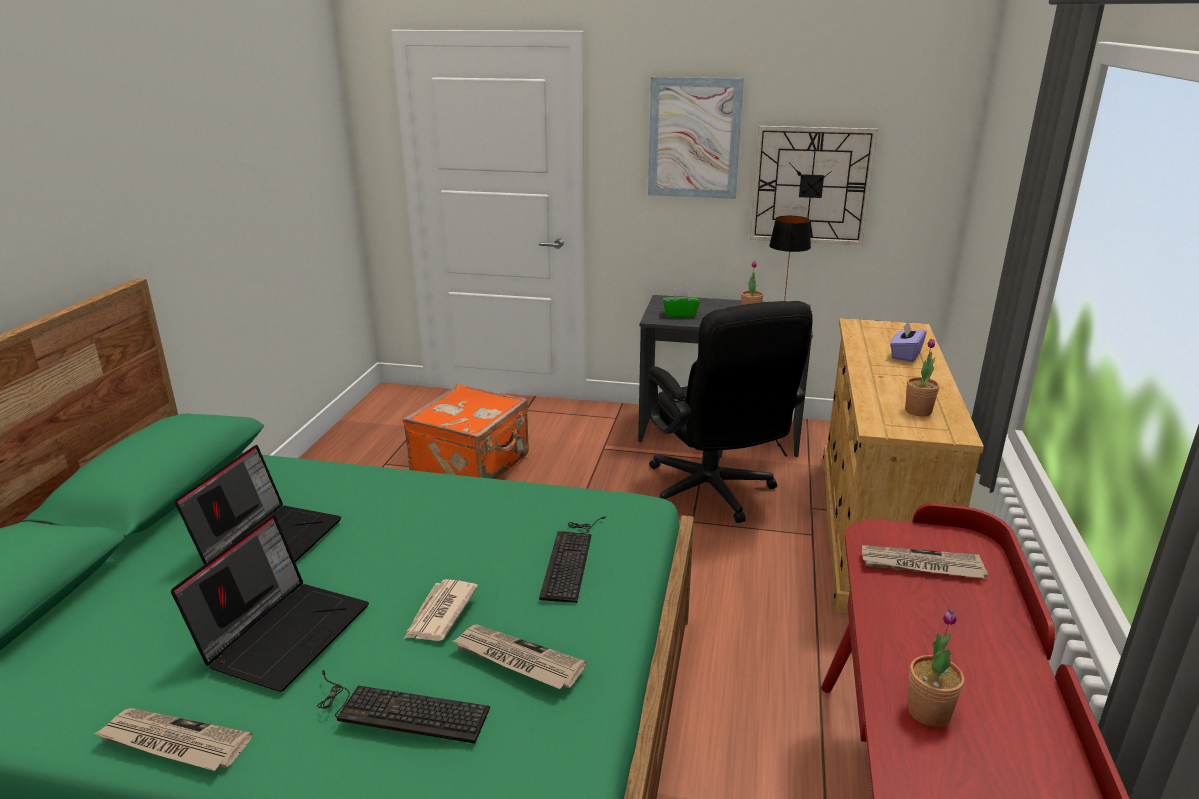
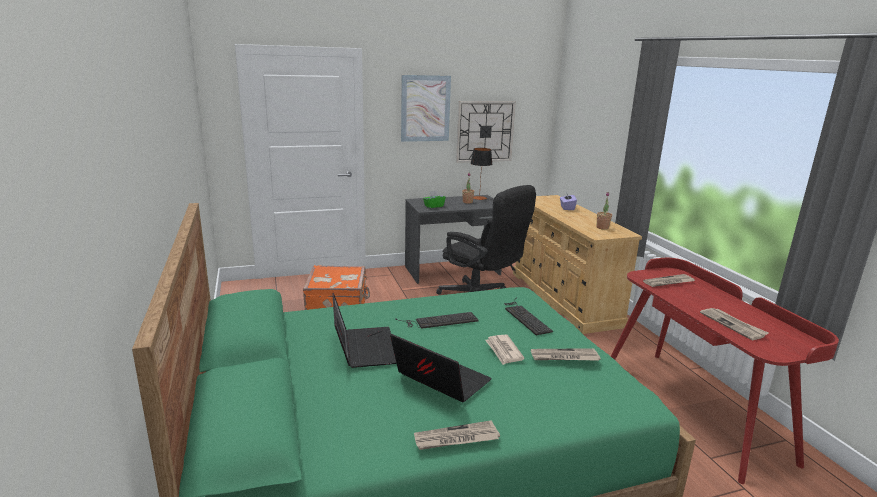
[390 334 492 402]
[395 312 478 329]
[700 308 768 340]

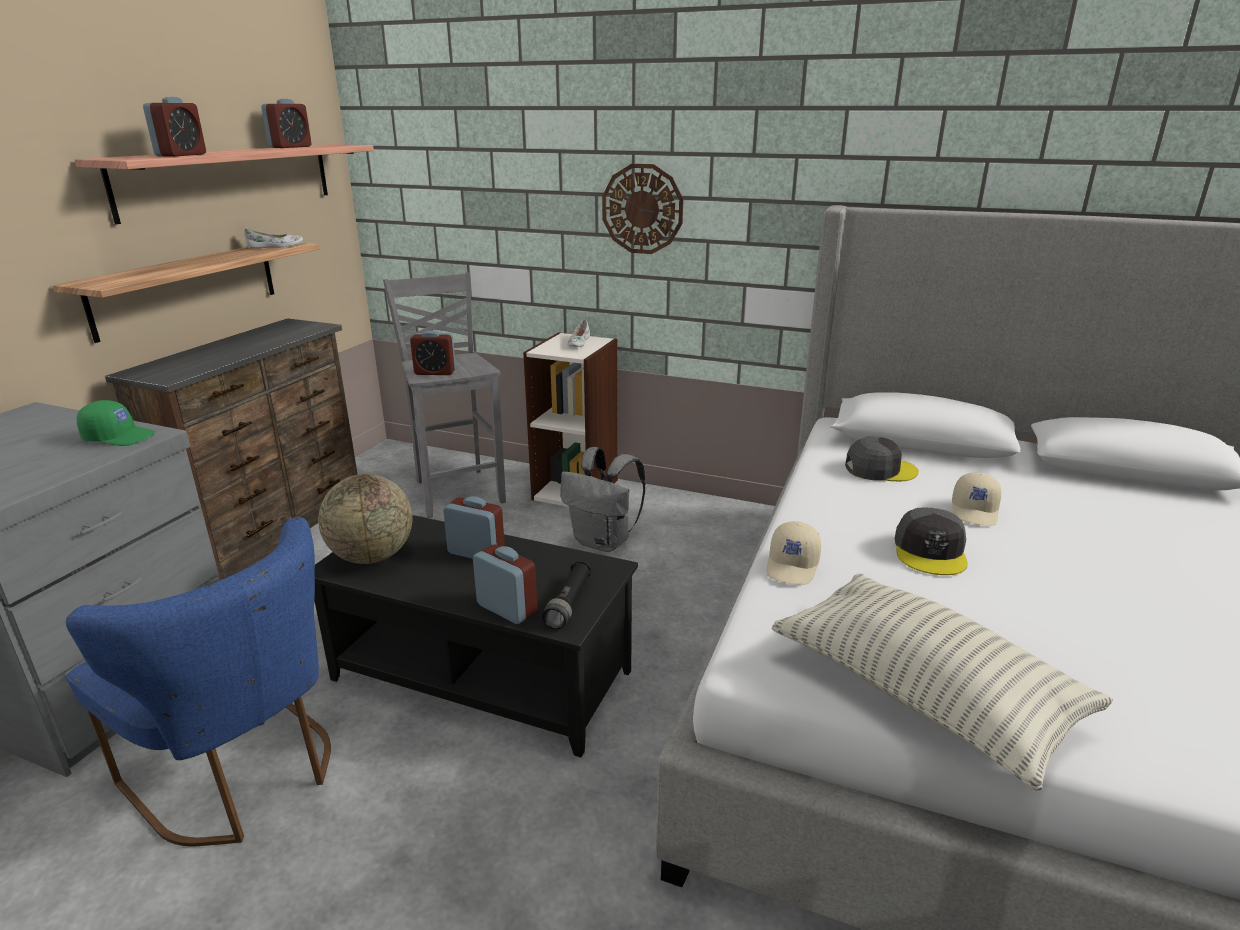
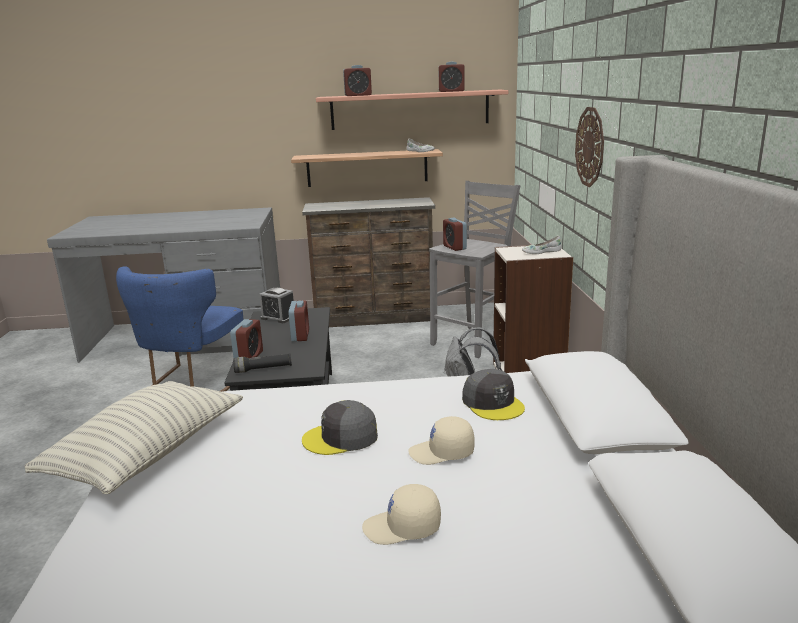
[77 400 156 446] (first image)
[259 288 294 323]
[362 484 441 545]

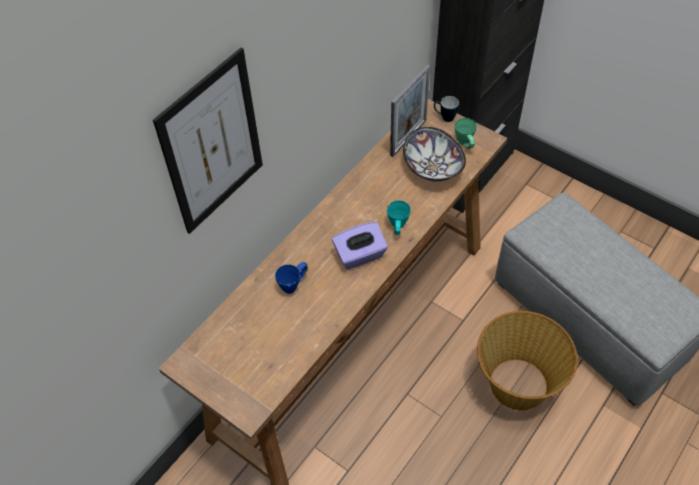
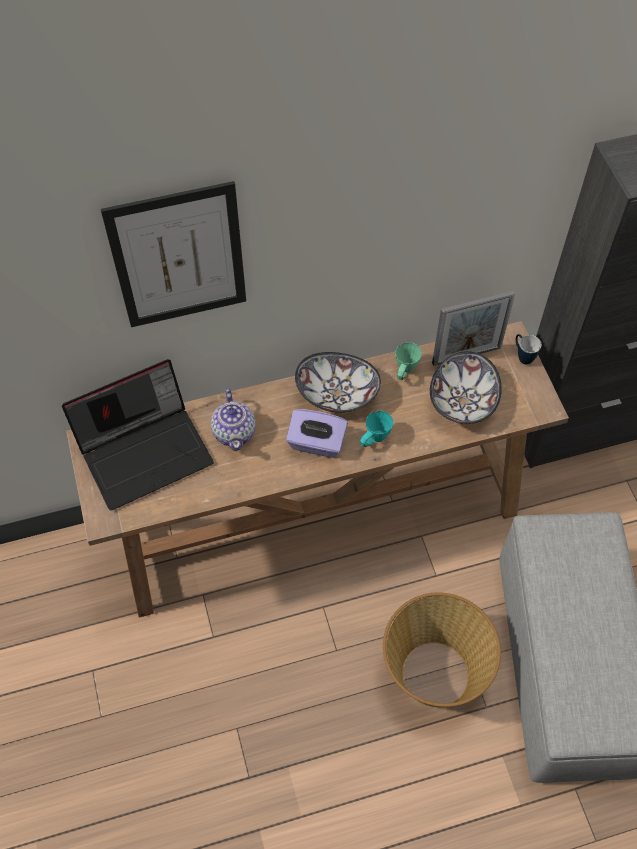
[211 389 256 451]
[395 342 422 380]
[62 359 214 510]
[295 352 381 413]

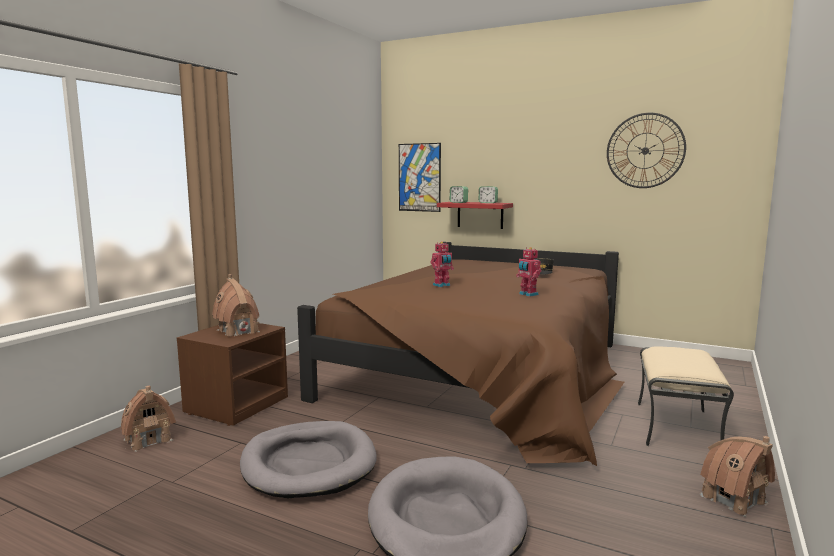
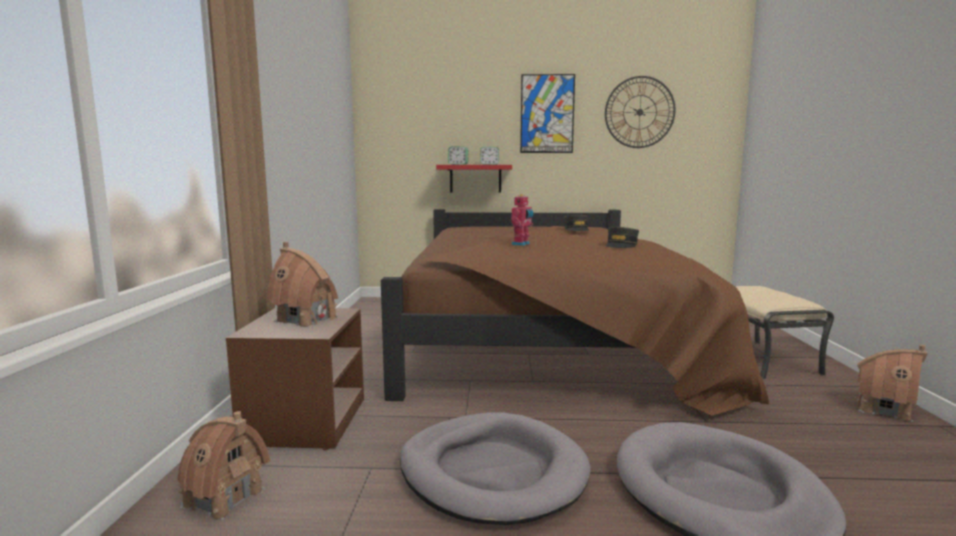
[520 74 575 153]
[606 227 639 248]

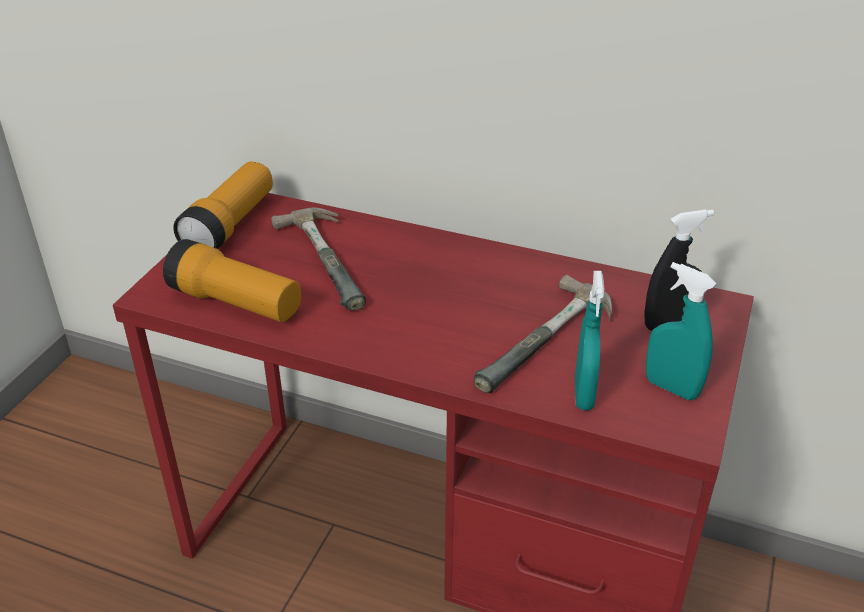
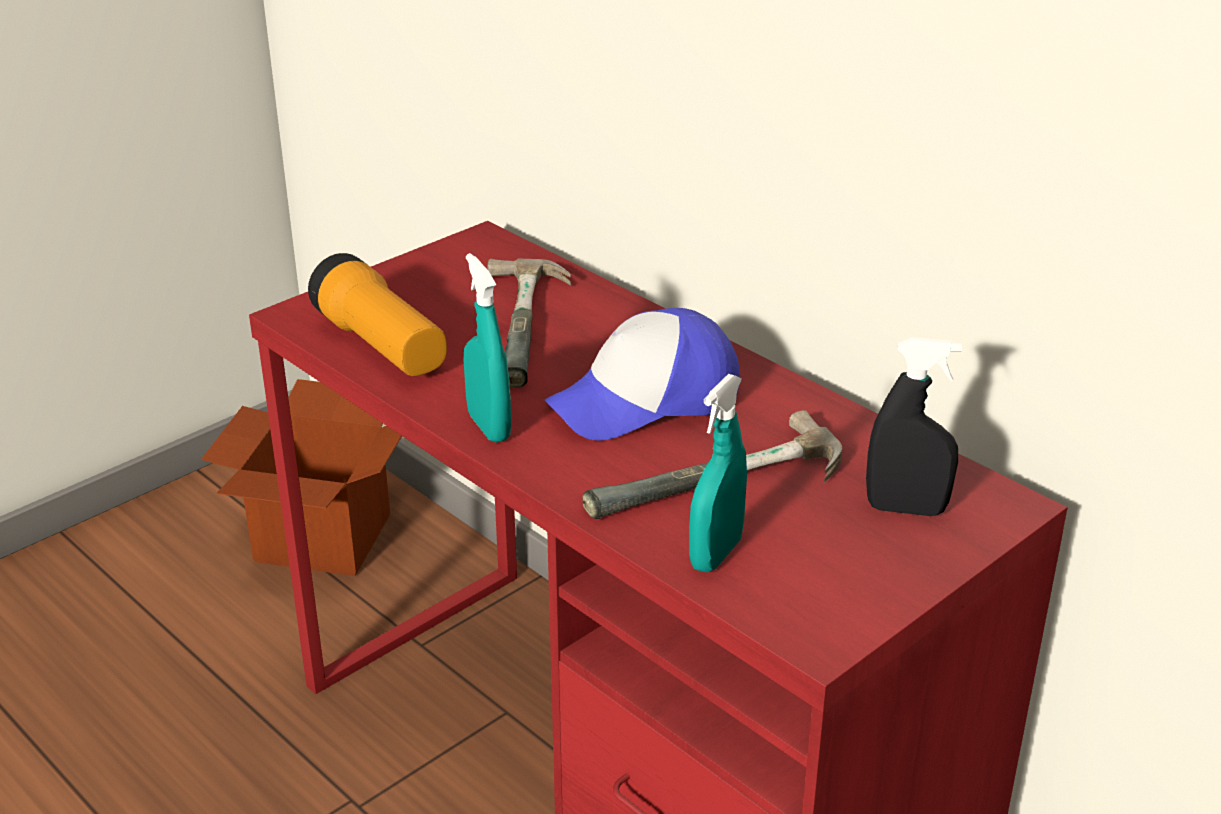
[173 162 273 249] (first image)
[464 253 511 443]
[201 379 402 576]
[545 308 740 441]

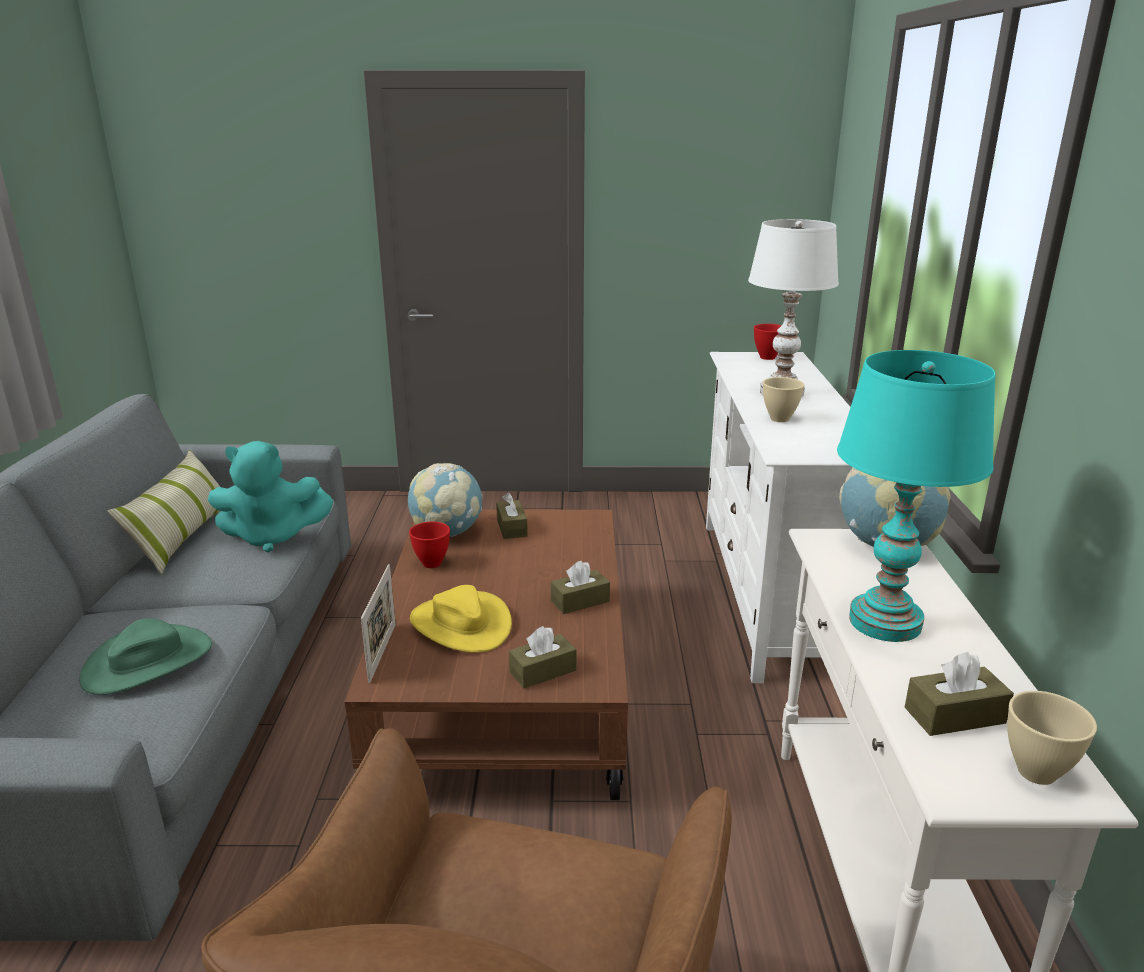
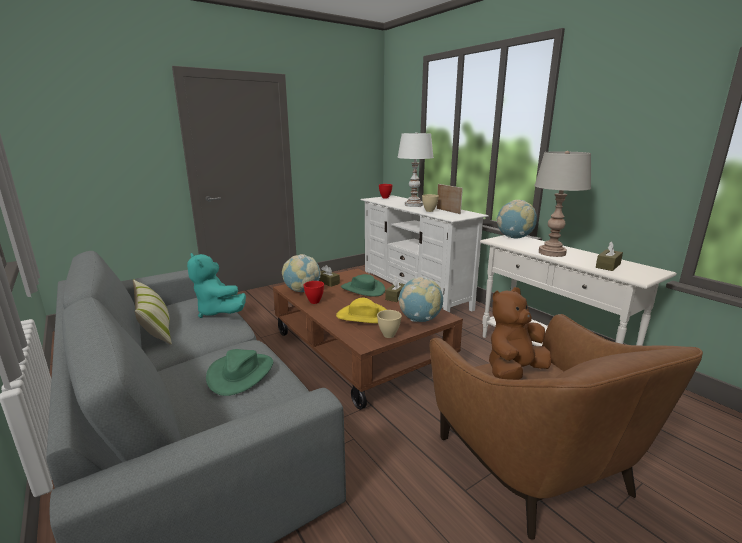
[187 253 246 318]
[437 184 463 214]
[398 277 443 322]
[534 151 591 257]
[377 310 402 338]
[341 274 385 297]
[489 287 551 380]

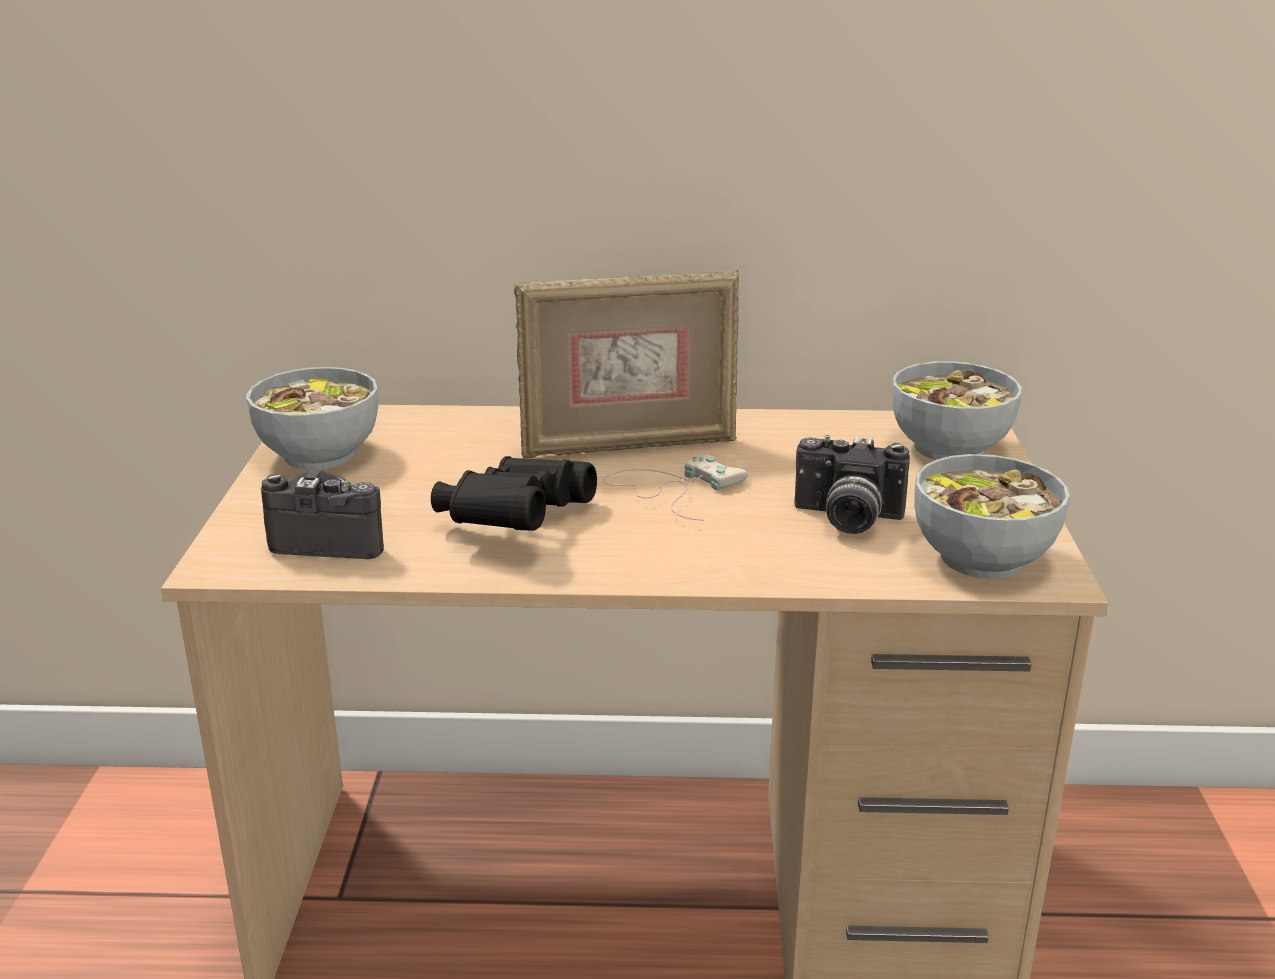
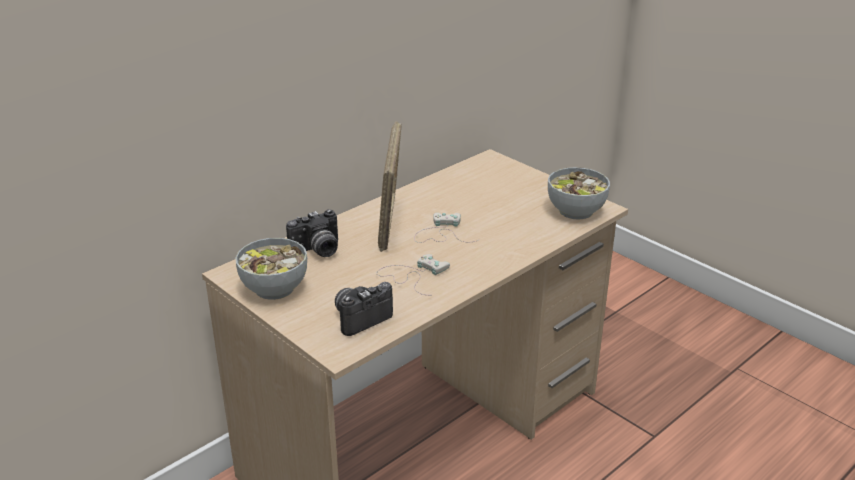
[376 254 450 295]
[378 121 402 252]
[286 209 338 257]
[892 361 1022 460] (first image)

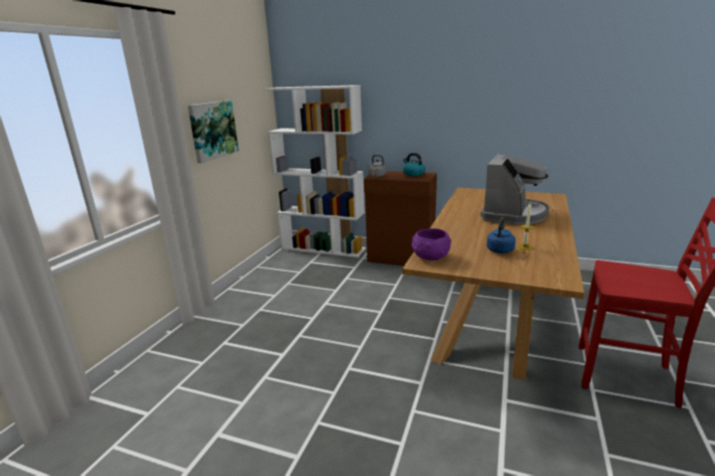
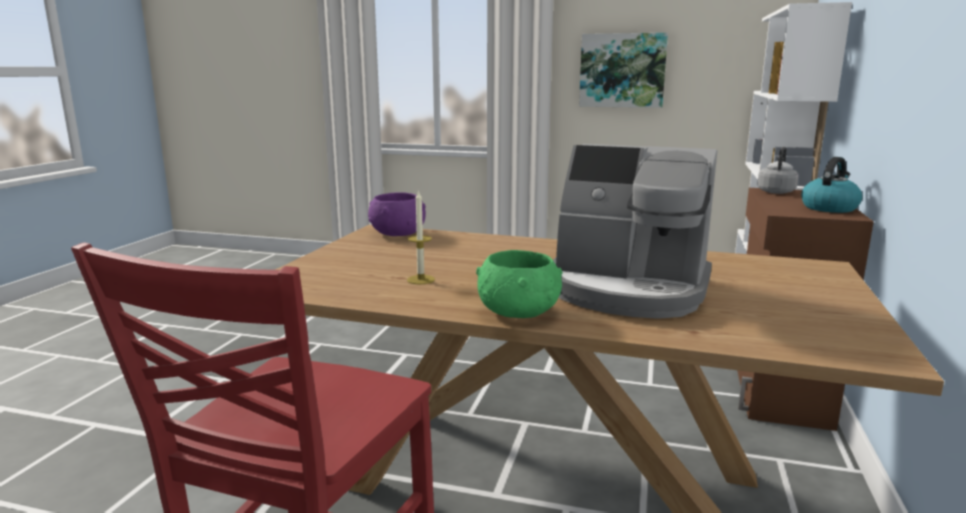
[487 217 516 254] (first image)
[476 250 562 318]

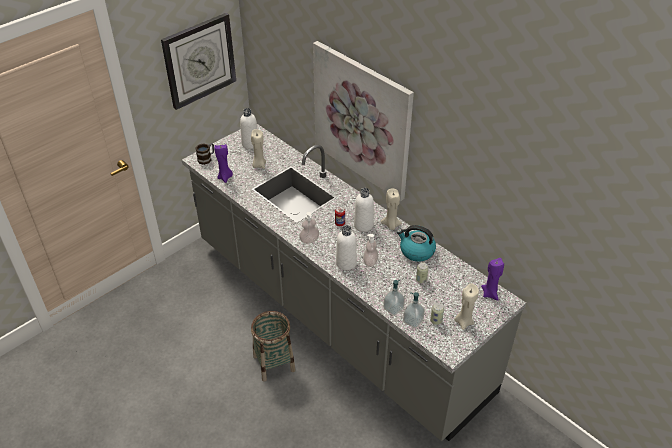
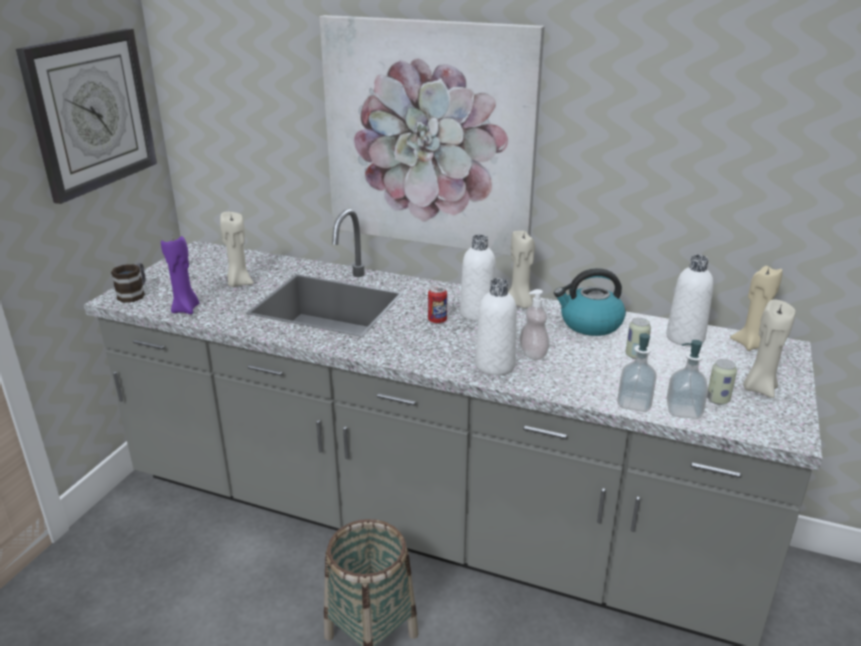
[666 255 714 347]
[299 212 319 244] (first image)
[730 266 783 351]

